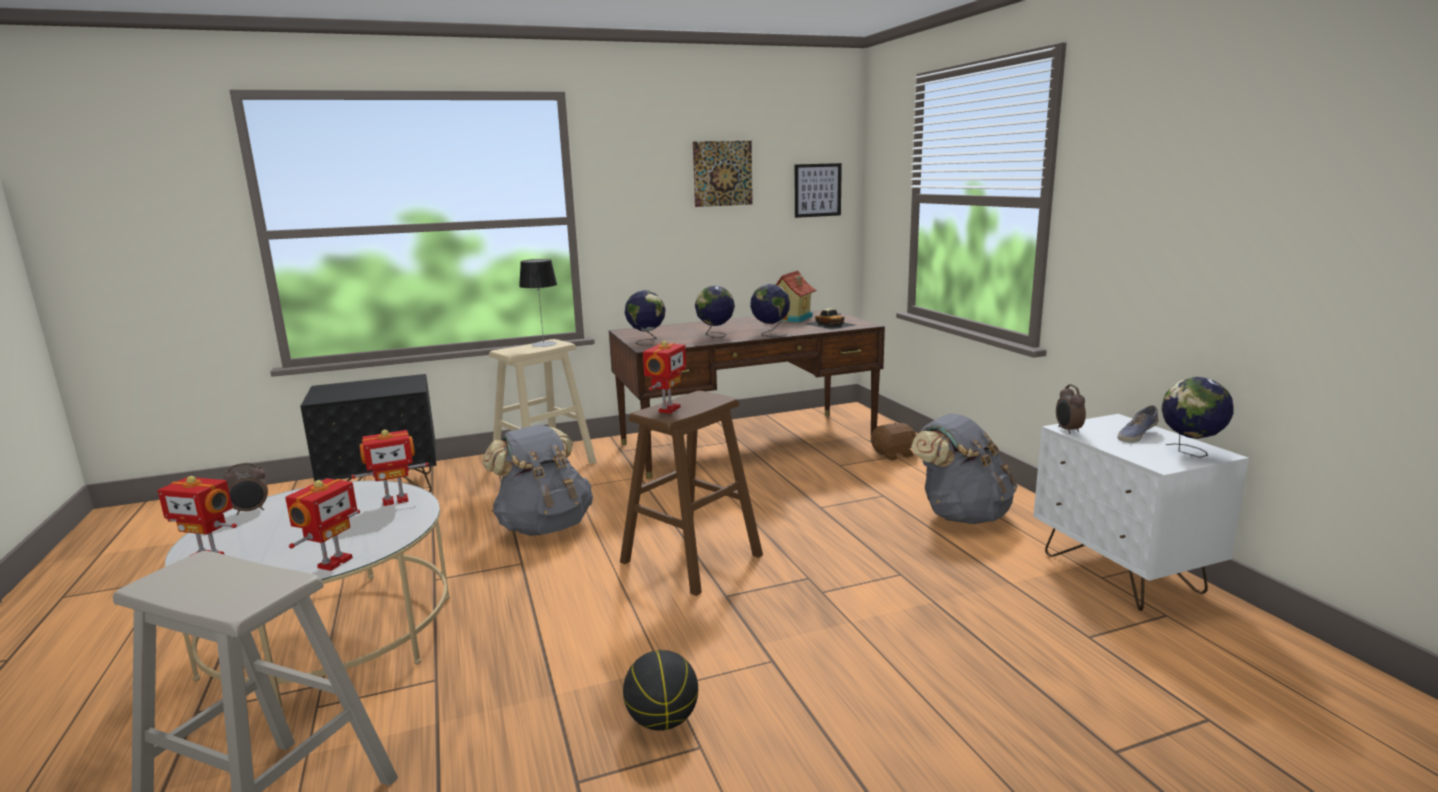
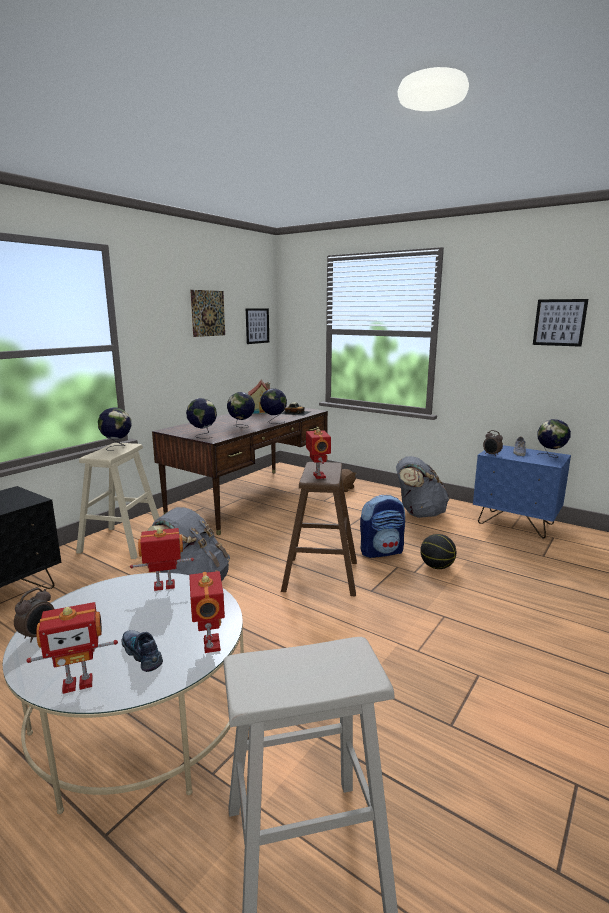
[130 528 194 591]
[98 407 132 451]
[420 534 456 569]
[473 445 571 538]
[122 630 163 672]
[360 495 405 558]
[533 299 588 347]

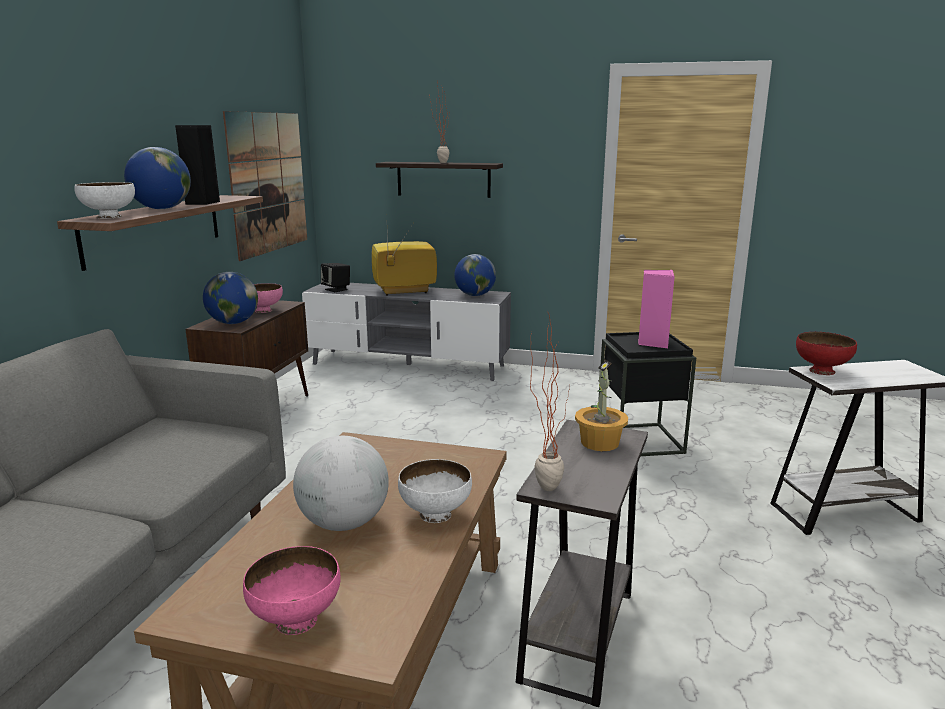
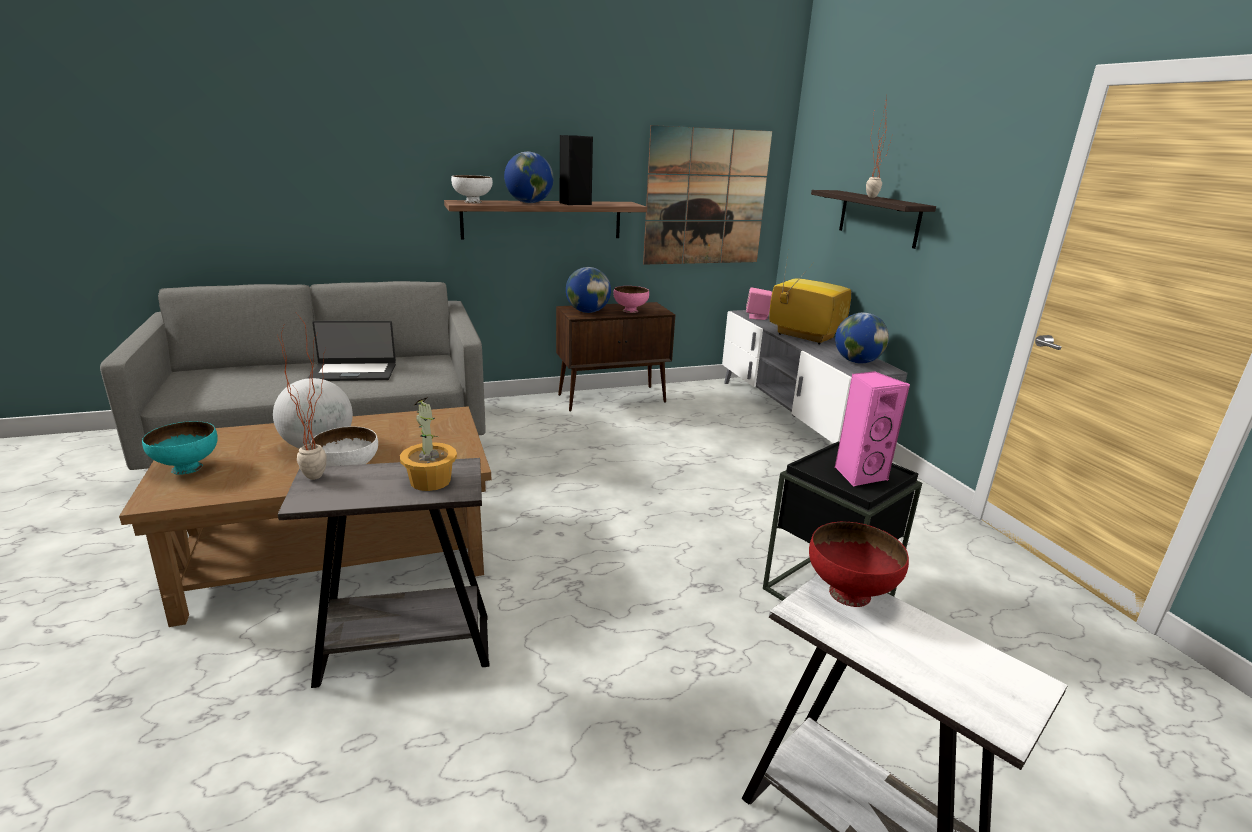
[142 421 218 475]
[746 287 772 320]
[307 321 396 381]

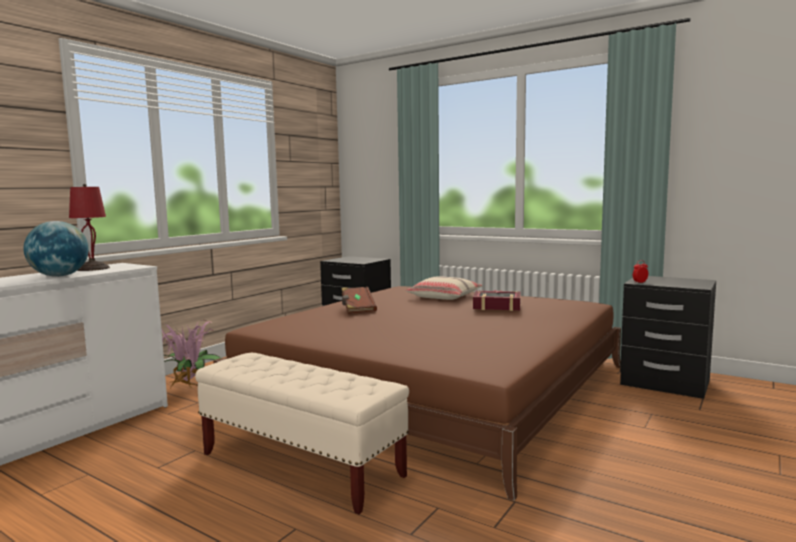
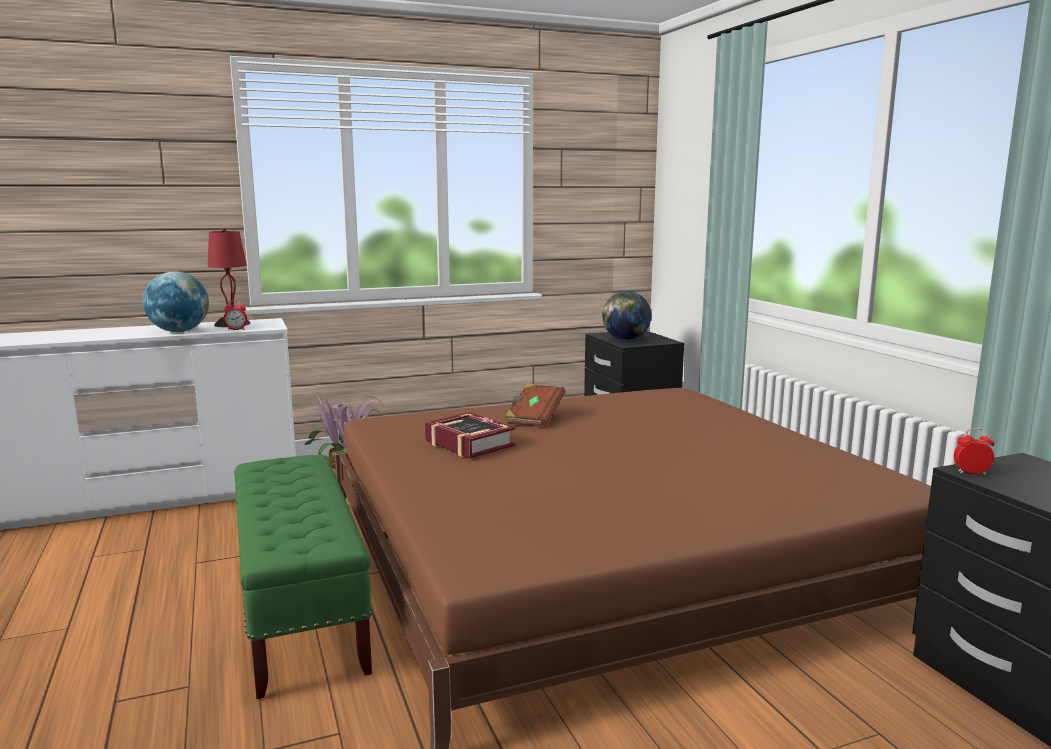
[234 455 372 699]
[405 276 483 300] (first image)
[425 412 515 458]
[224 300 247 331]
[602 291 651 341]

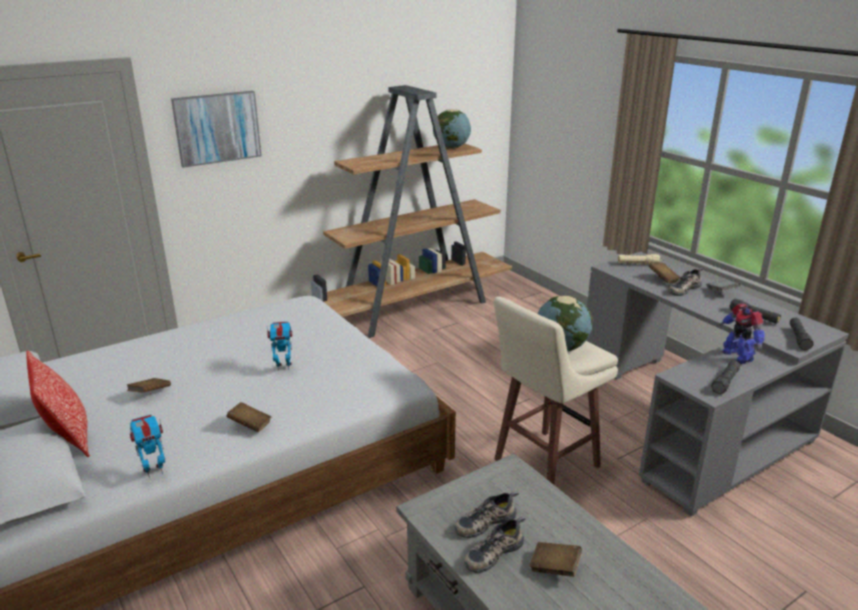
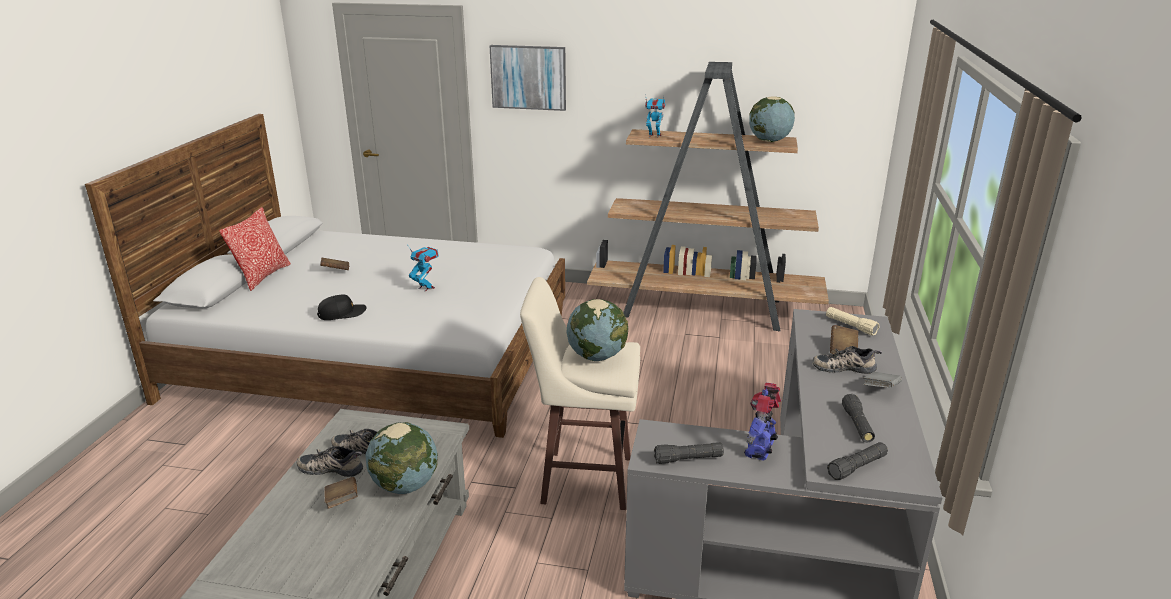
[645 99 666 138]
[317 294 367 320]
[365 422 438 494]

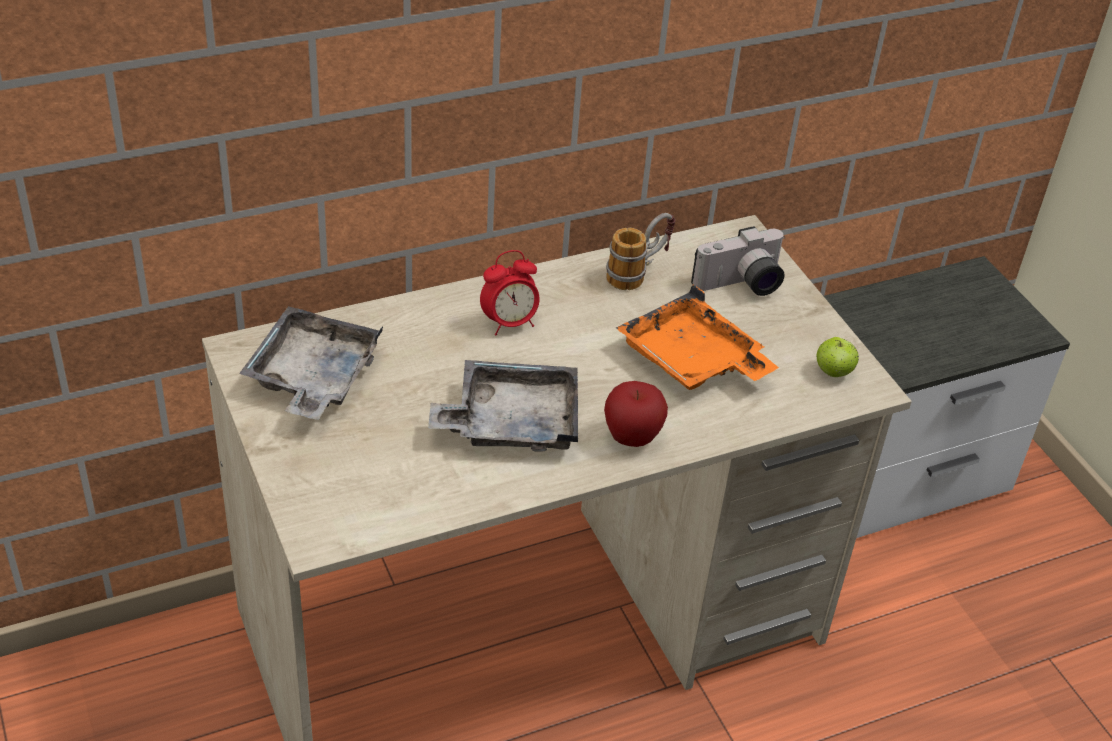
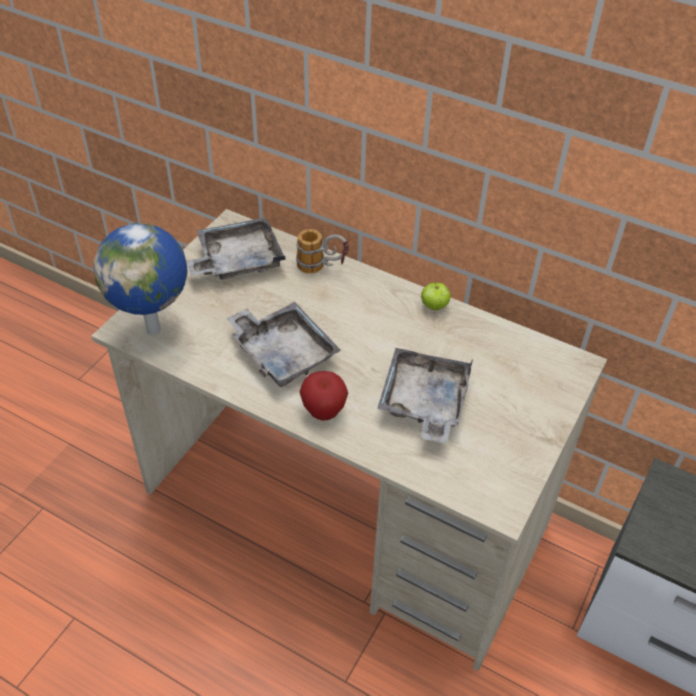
[480 250 540 335] (first image)
[296 229 349 274]
[377 348 473 444]
[691 226 785 296] (first image)
[421 282 451 310]
[94 223 188 335]

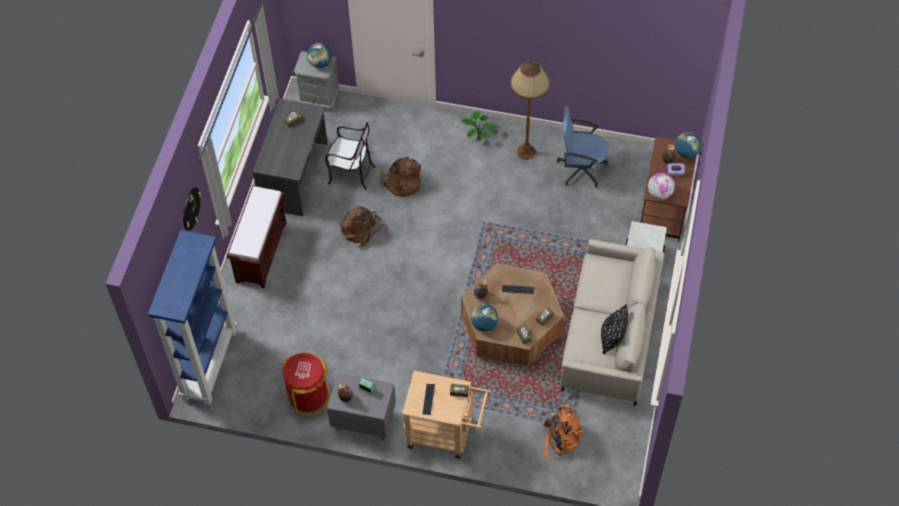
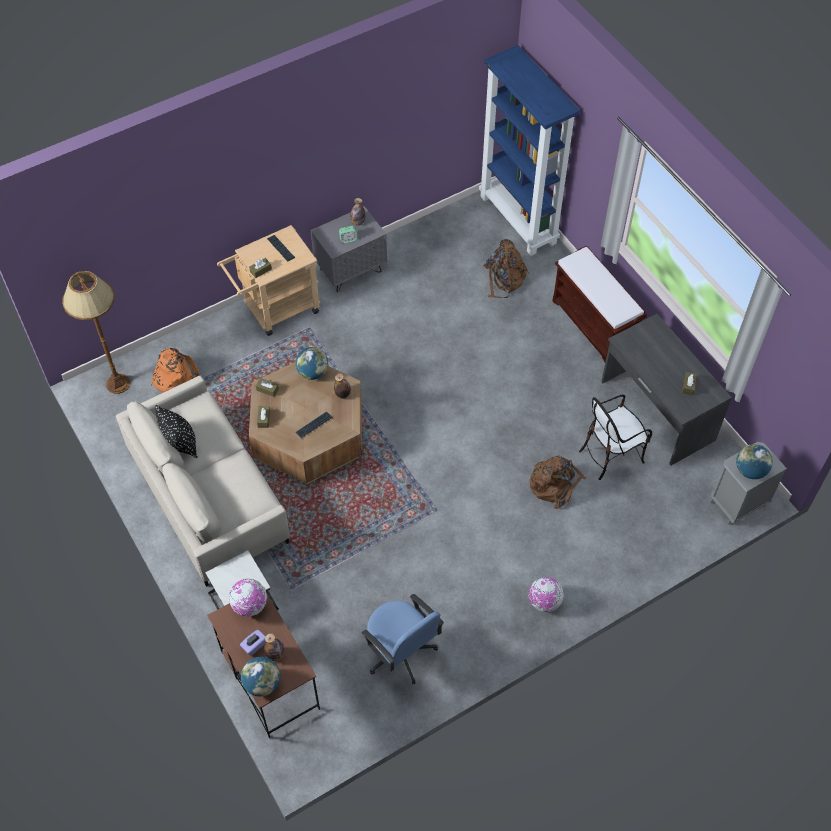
[183 187 201 231] (first image)
[282 353 331 416] (first image)
[483 239 530 298]
[529 577 564 612]
[62 271 130 394]
[362 594 444 684]

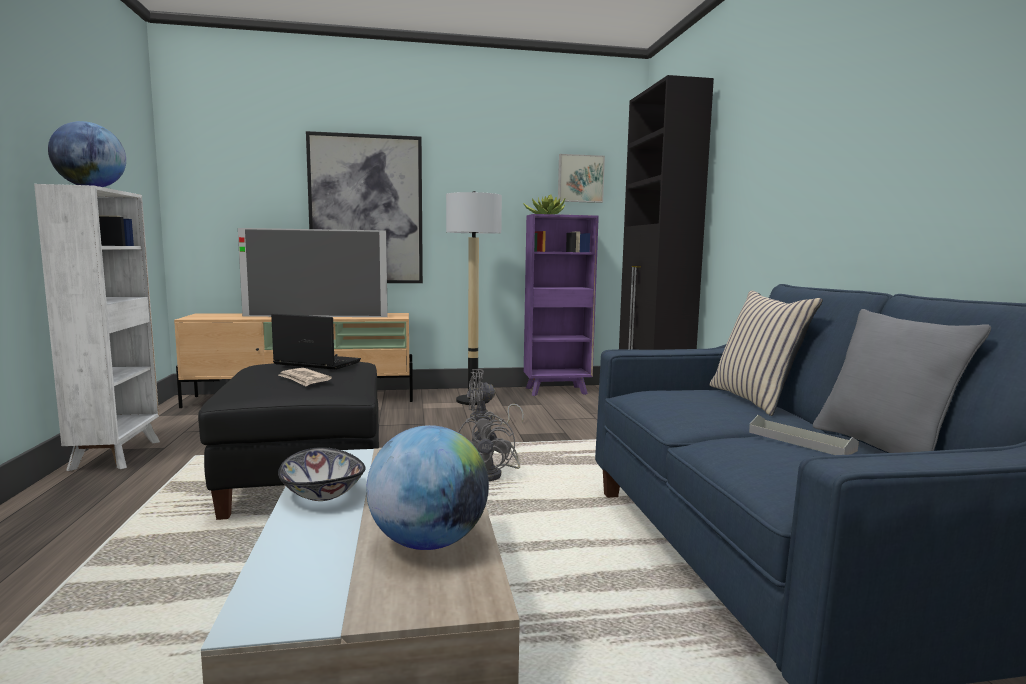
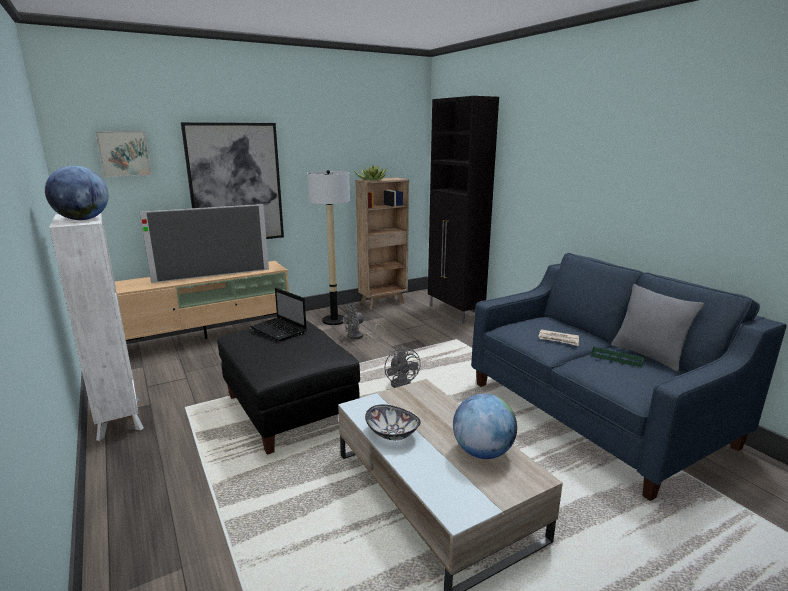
[250 288 307 342]
[538 329 579 346]
[355 177 409 310]
[95 131 152 177]
[710 290 823 416] (first image)
[591 346 644 367]

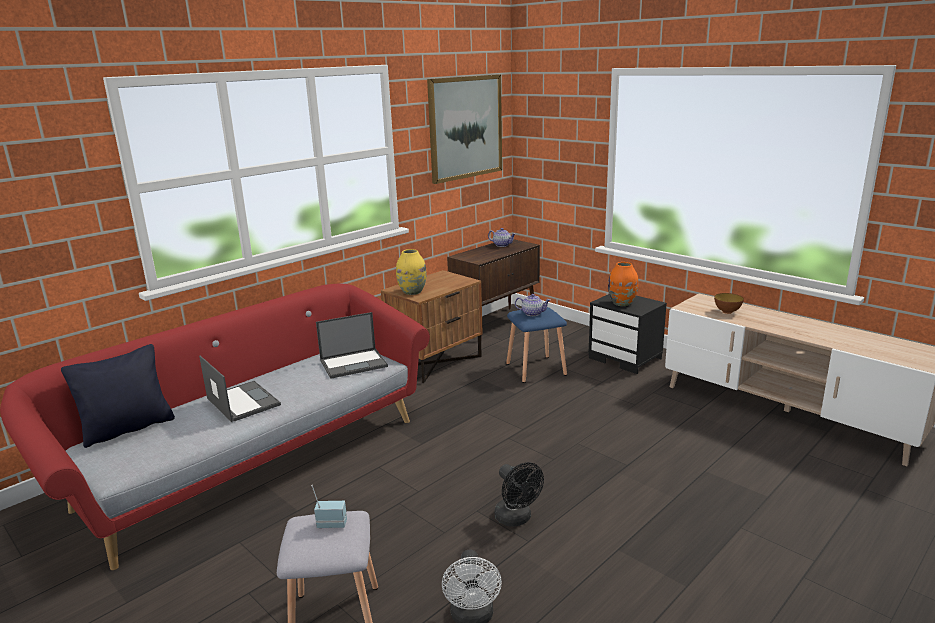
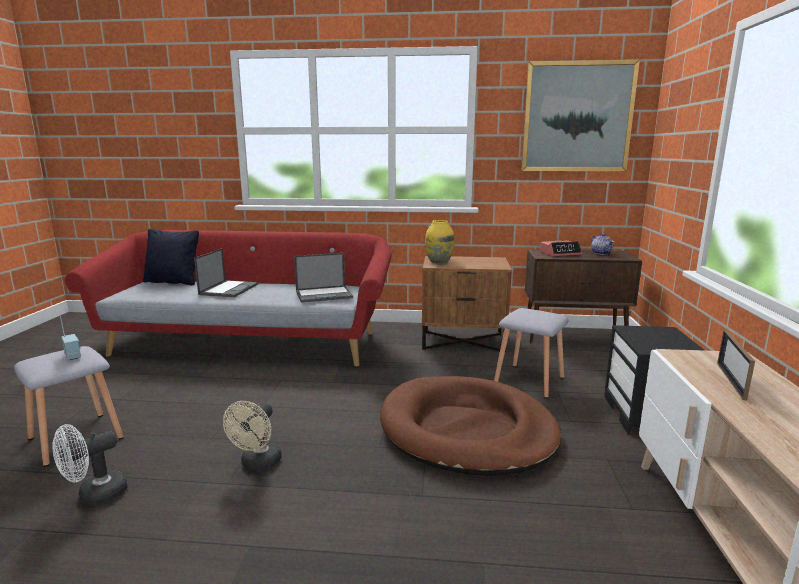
[294 253 353 303]
[223 401 282 471]
[494 308 569 398]
[515 294 550 316] (first image)
[608 262 638 306] (first image)
[717 330 755 401]
[380 376 561 476]
[540 240 582 256]

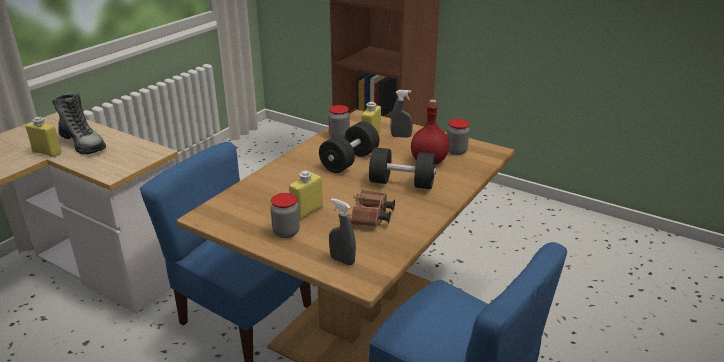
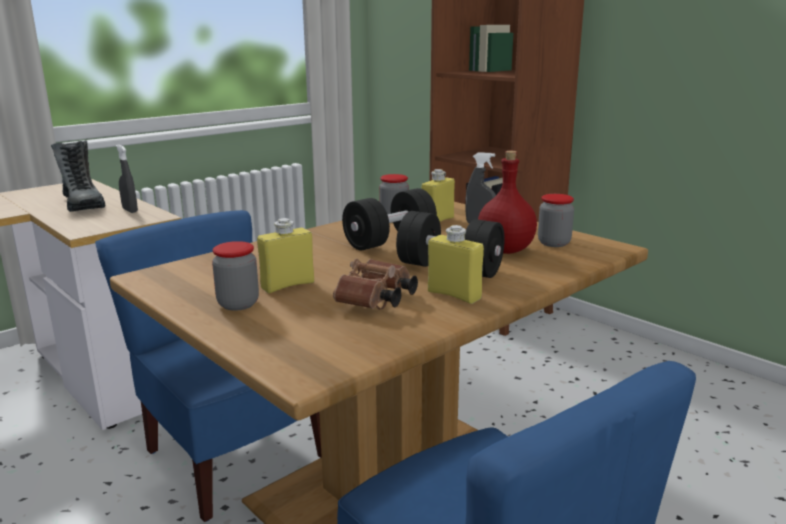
[428 225 484 304]
[116 145 138 213]

